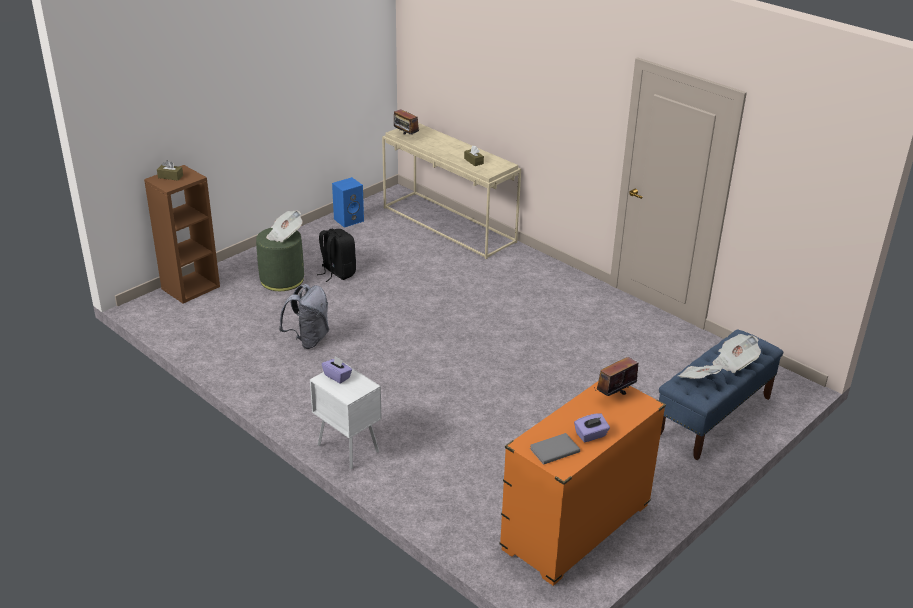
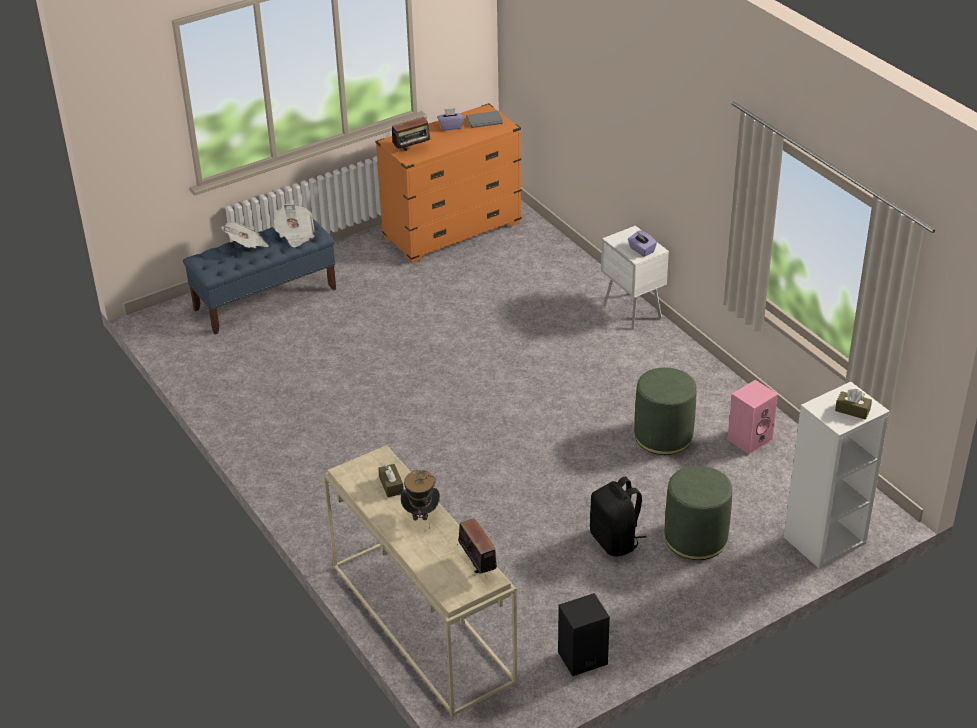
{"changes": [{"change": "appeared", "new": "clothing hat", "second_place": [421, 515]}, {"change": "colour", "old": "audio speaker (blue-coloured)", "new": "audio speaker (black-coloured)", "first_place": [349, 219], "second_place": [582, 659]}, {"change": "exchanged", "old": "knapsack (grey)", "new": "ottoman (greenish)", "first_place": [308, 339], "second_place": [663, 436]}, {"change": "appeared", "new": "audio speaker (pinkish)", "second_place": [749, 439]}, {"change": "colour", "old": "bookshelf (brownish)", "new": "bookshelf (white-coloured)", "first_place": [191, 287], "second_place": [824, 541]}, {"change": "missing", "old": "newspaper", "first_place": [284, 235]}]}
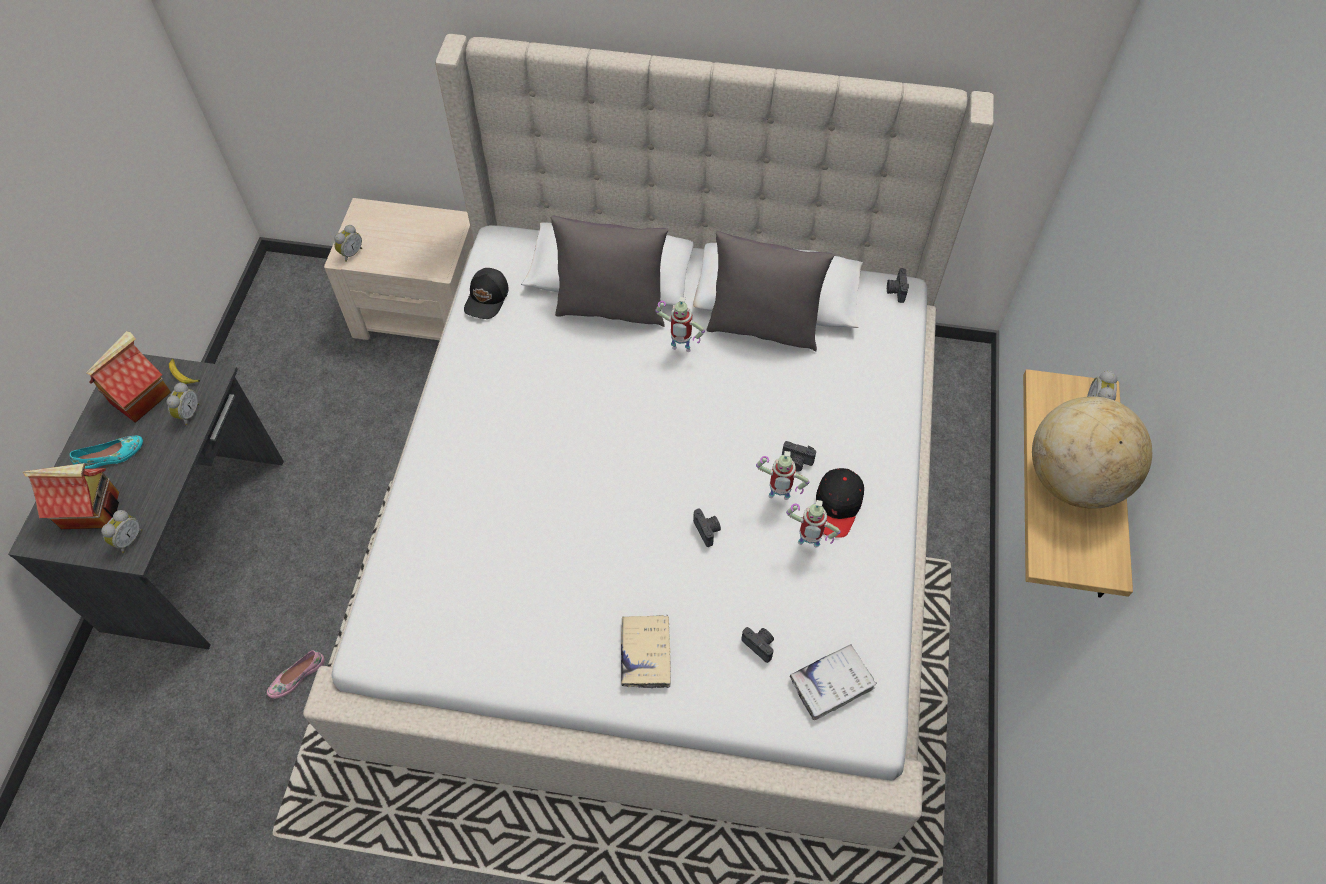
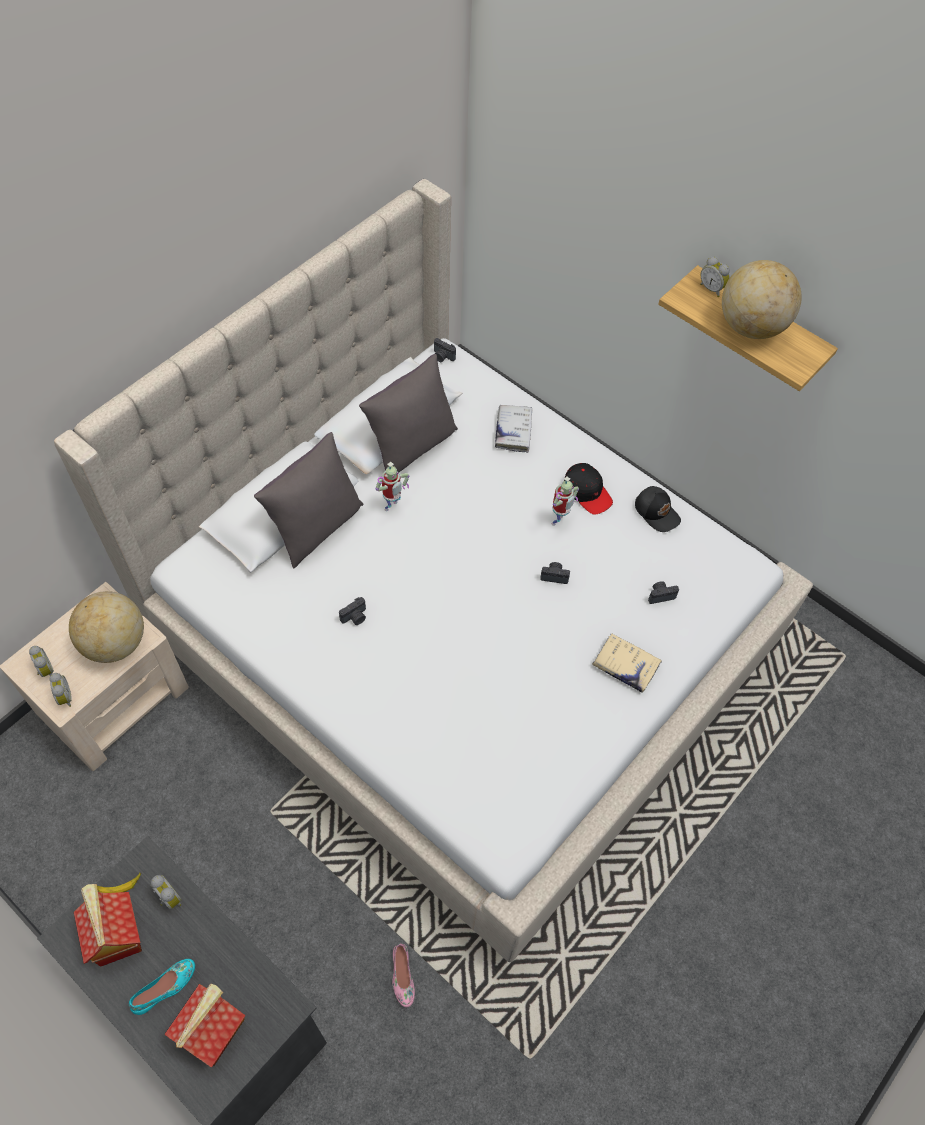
{"changes": [{"change": "relocated", "old": "table clock", "first_place": [128, 539], "second_place": [45, 670]}, {"change": "appeared", "new": "desk globe", "second_place": [115, 643]}, {"change": "spun", "old": "low shoe (blue-green)", "first_place": [111, 456], "second_place": [165, 988], "degrees": 45}, {"change": "relocated", "old": "still camera", "first_place": [796, 462], "second_place": [355, 617]}, {"change": "relocated", "old": "volume (white-coloured)", "first_place": [831, 684], "second_place": [513, 431]}, {"change": "relocated", "old": "peaked cap (black-coloured)", "first_place": [487, 298], "second_place": [657, 512]}, {"change": "missing", "old": "toy robot", "first_place": [807, 546]}]}
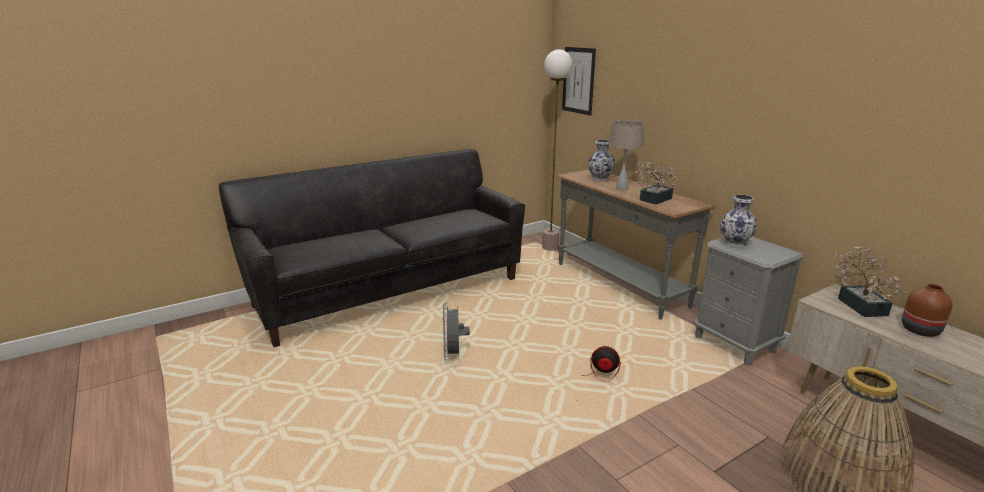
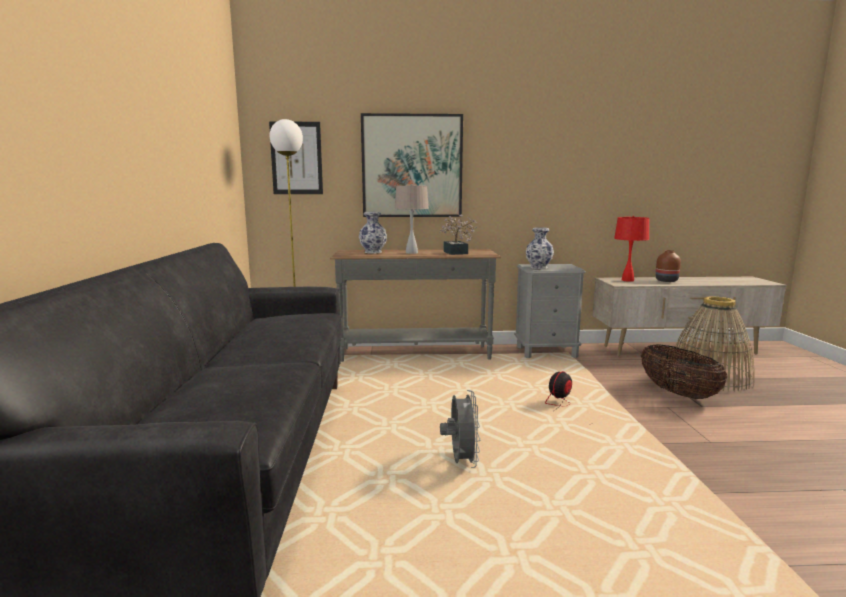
{"changes": [{"change": "appeared", "new": "picture", "second_place": [412, 166]}, {"change": "spun", "old": "electric fan (grey)", "first_place": [454, 355], "second_place": [461, 462], "degrees": -120}, {"change": "exchanged", "old": "plant in a pot", "new": "table lamp (red)", "first_place": [859, 304], "second_place": [628, 280]}, {"change": "appeared", "new": "storage basket", "second_place": [678, 393]}]}
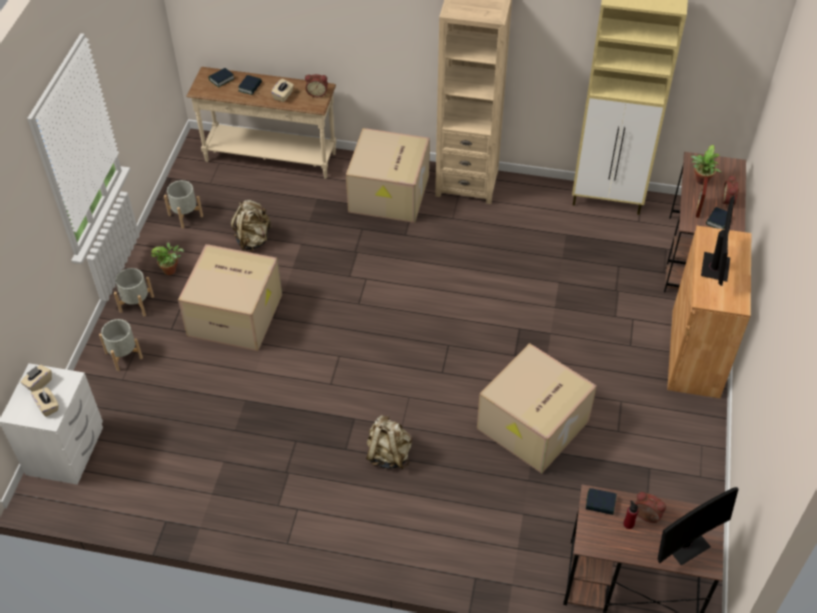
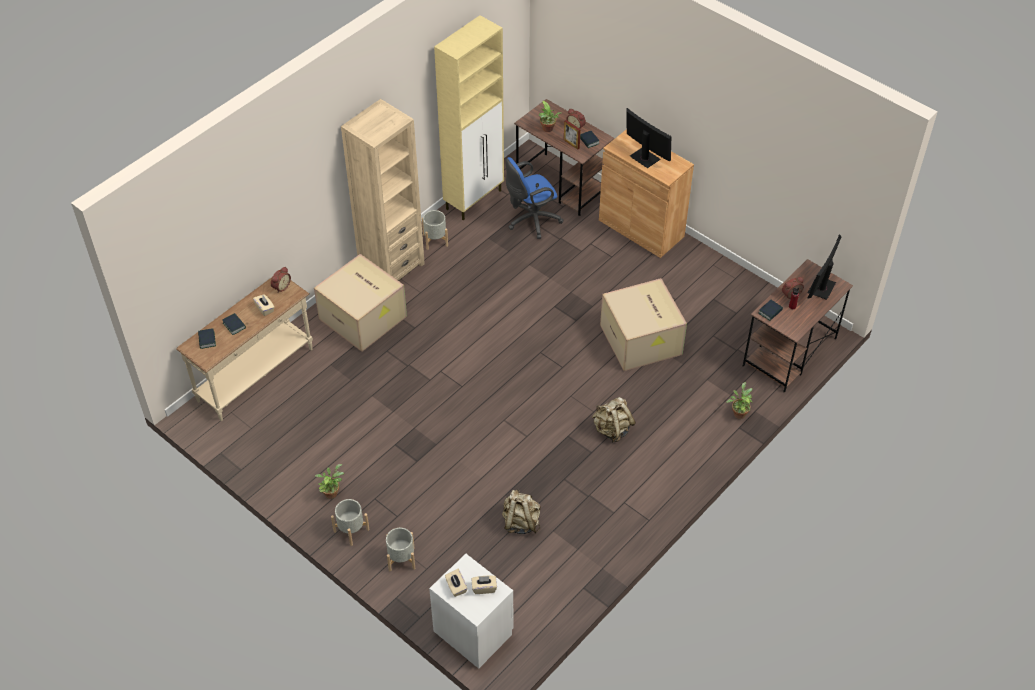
{"changes": [{"change": "relocated", "old": "flower pot (grey)", "first_place": [185, 215], "second_place": [435, 240]}, {"change": "relocated", "old": "knapsack (beige-coloured)", "first_place": [253, 239], "second_place": [521, 522]}, {"change": "appeared", "new": "computer chair (blue-coloured)", "second_place": [531, 220]}, {"change": "appeared", "new": "plant in a pot", "second_place": [738, 413]}, {"change": "spun", "old": "computer screen", "first_place": [686, 544], "second_place": [821, 288], "degrees": -150}, {"change": "missing", "old": "packing box", "first_place": [236, 314]}]}
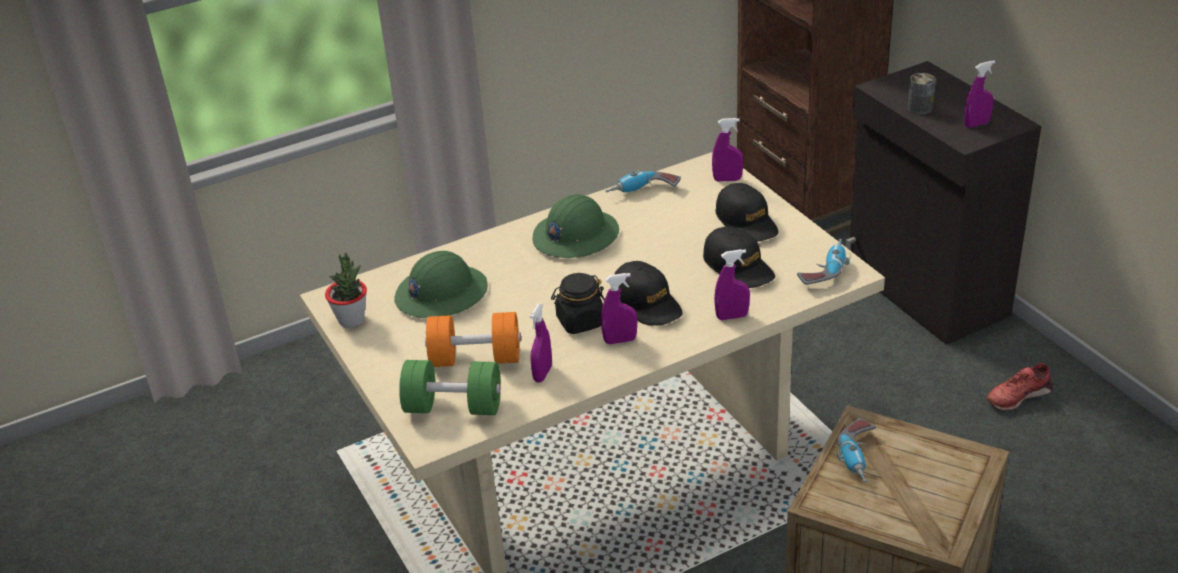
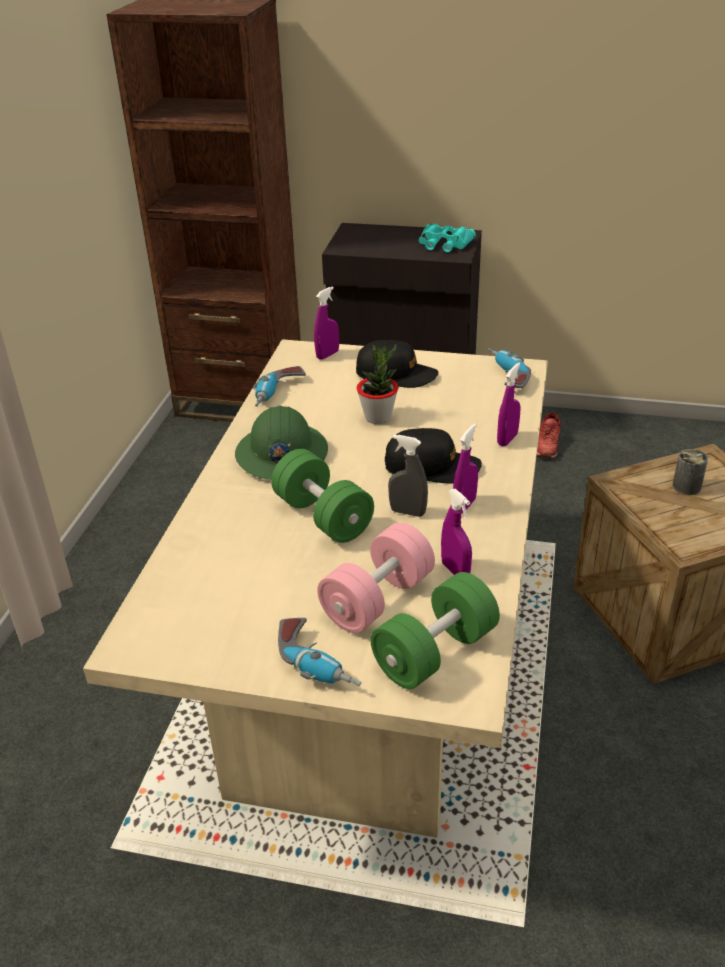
{"changes": [{"change": "appeared", "new": "free weight (greenish)", "second_place": [323, 516]}, {"change": "relocated", "old": "electric drill", "first_place": [860, 458], "second_place": [318, 663]}, {"change": "colour", "old": "free weight (orangey)", "new": "free weight (pinkish)", "first_place": [475, 359], "second_place": [377, 599]}, {"change": "relocated", "old": "plant in a pot", "first_place": [351, 320], "second_place": [378, 417]}, {"change": "exchanged", "old": "preserve jar (black-coloured)", "new": "hand sprayer (grey)", "first_place": [580, 321], "second_place": [407, 512]}, {"change": "exchanged", "old": "hand sprayer (purple)", "new": "field glasses (blue-green)", "first_place": [976, 124], "second_place": [444, 244]}, {"change": "relocated", "old": "metal can", "first_place": [920, 108], "second_place": [686, 487]}, {"change": "missing", "old": "work helmet (greenish)", "first_place": [441, 294]}, {"change": "missing", "old": "peaked cap (black-coloured)", "first_place": [738, 267]}]}
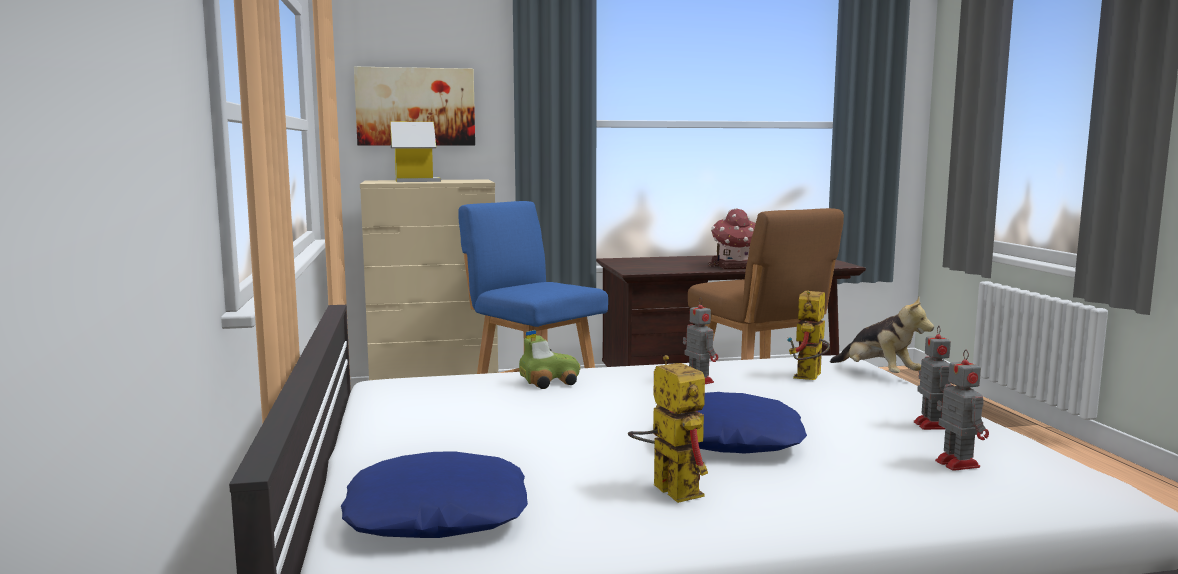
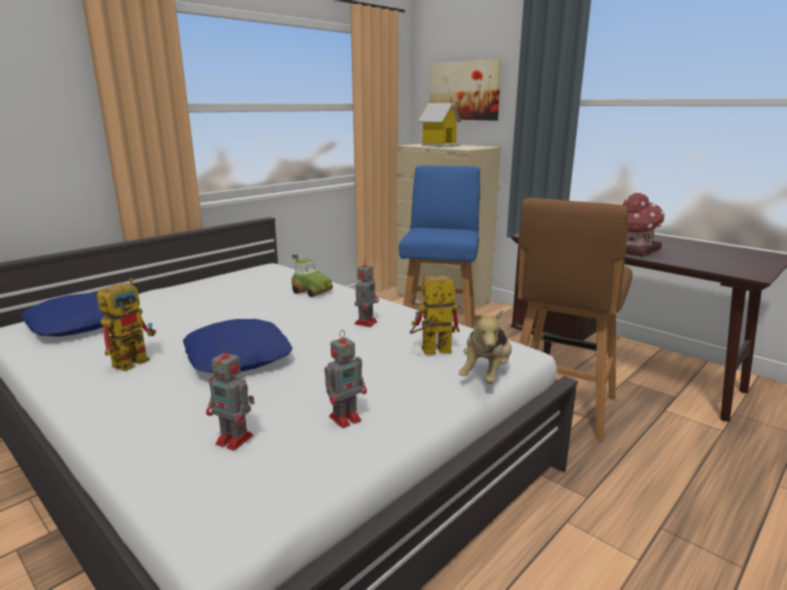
{"changes": [{"change": "spun", "old": "toy robot", "first_place": [956, 463], "second_place": [236, 440], "degrees": 75}]}
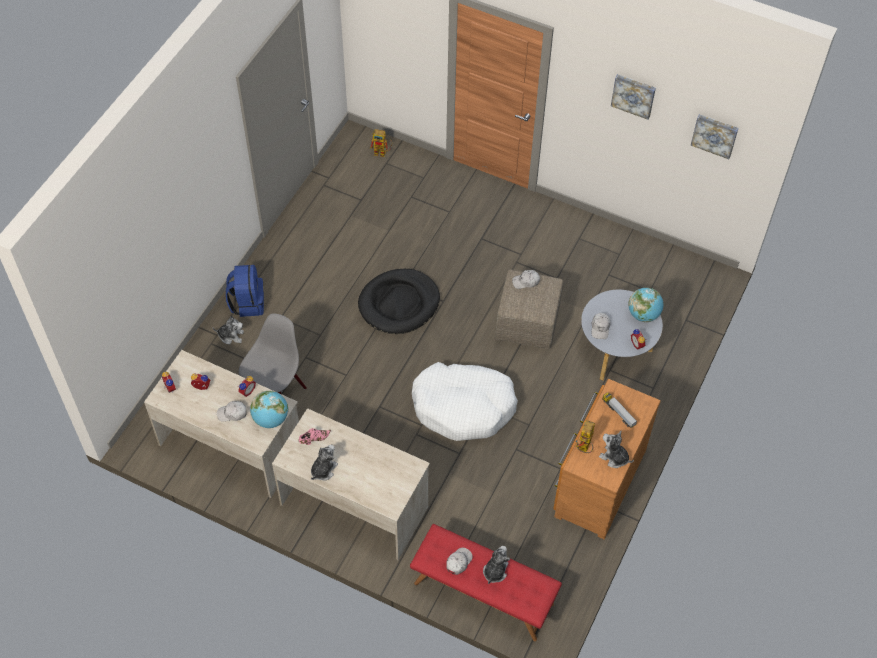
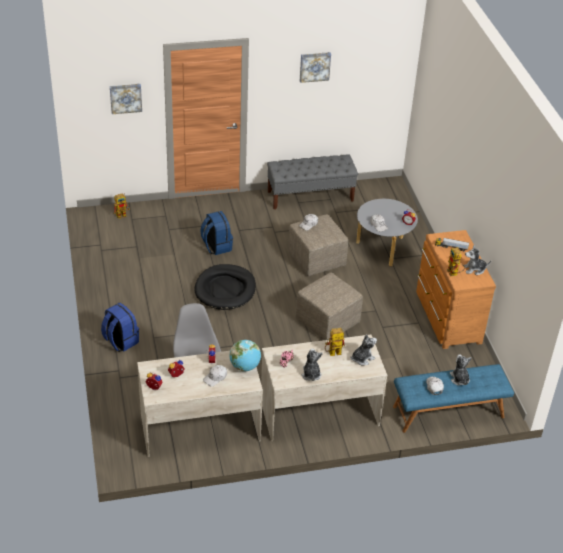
{"changes": [{"change": "relocated", "old": "picture", "first_place": [715, 135], "second_place": [125, 98]}, {"change": "appeared", "new": "knapsack (blue-coloured)", "second_place": [216, 246]}, {"change": "appeared", "new": "indoor bench (grey)", "second_place": [310, 196]}, {"change": "exchanged", "old": "pet bed (white-coloured)", "new": "ottoman (beige-coloured)", "first_place": [463, 407], "second_place": [327, 322]}, {"change": "appeared", "new": "toy robot", "second_place": [332, 354]}, {"change": "relocated", "old": "cuddly toy", "first_place": [231, 336], "second_place": [362, 358]}, {"change": "colour", "old": "indoor bench (red)", "new": "indoor bench (blue-coloured)", "first_place": [483, 594], "second_place": [448, 412]}, {"change": "missing", "old": "desk globe", "first_place": [643, 314]}]}
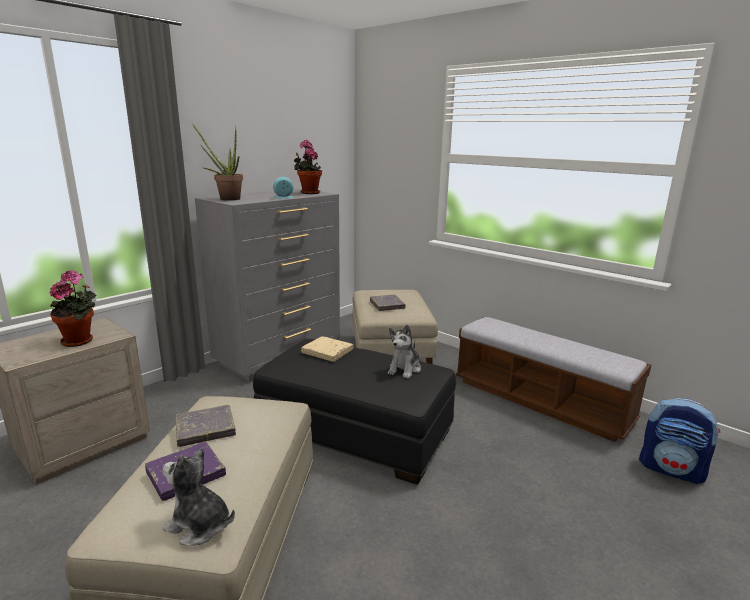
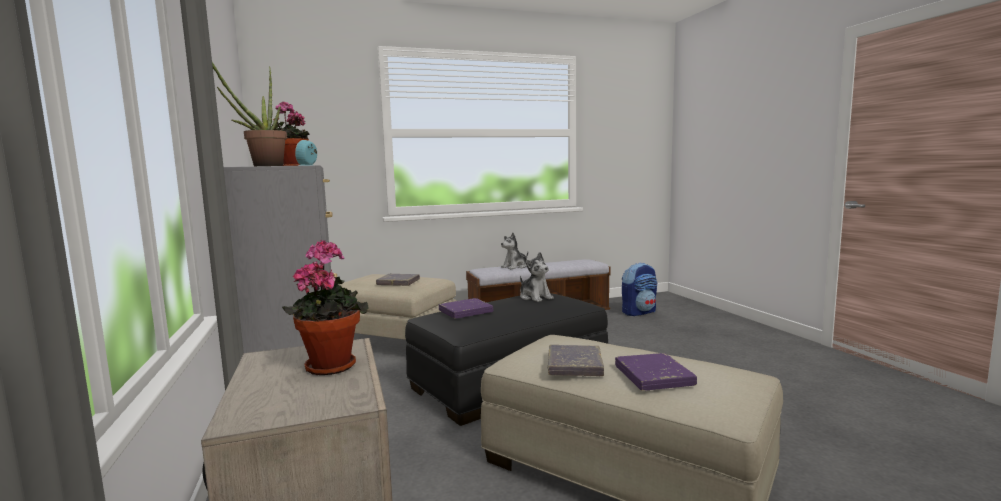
{"changes": [{"change": "colour", "old": "volume (beige-coloured)", "new": "volume (purple)", "first_place": [327, 352], "second_place": [465, 312]}, {"change": "relocated", "old": "cuddly toy", "first_place": [199, 526], "second_place": [515, 267]}]}
